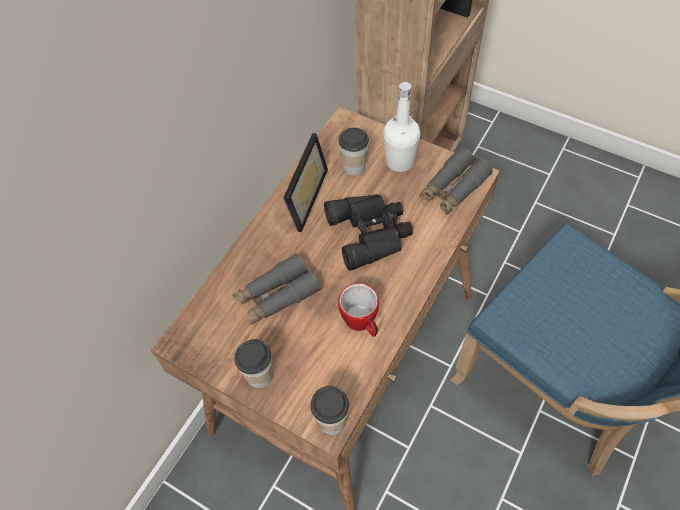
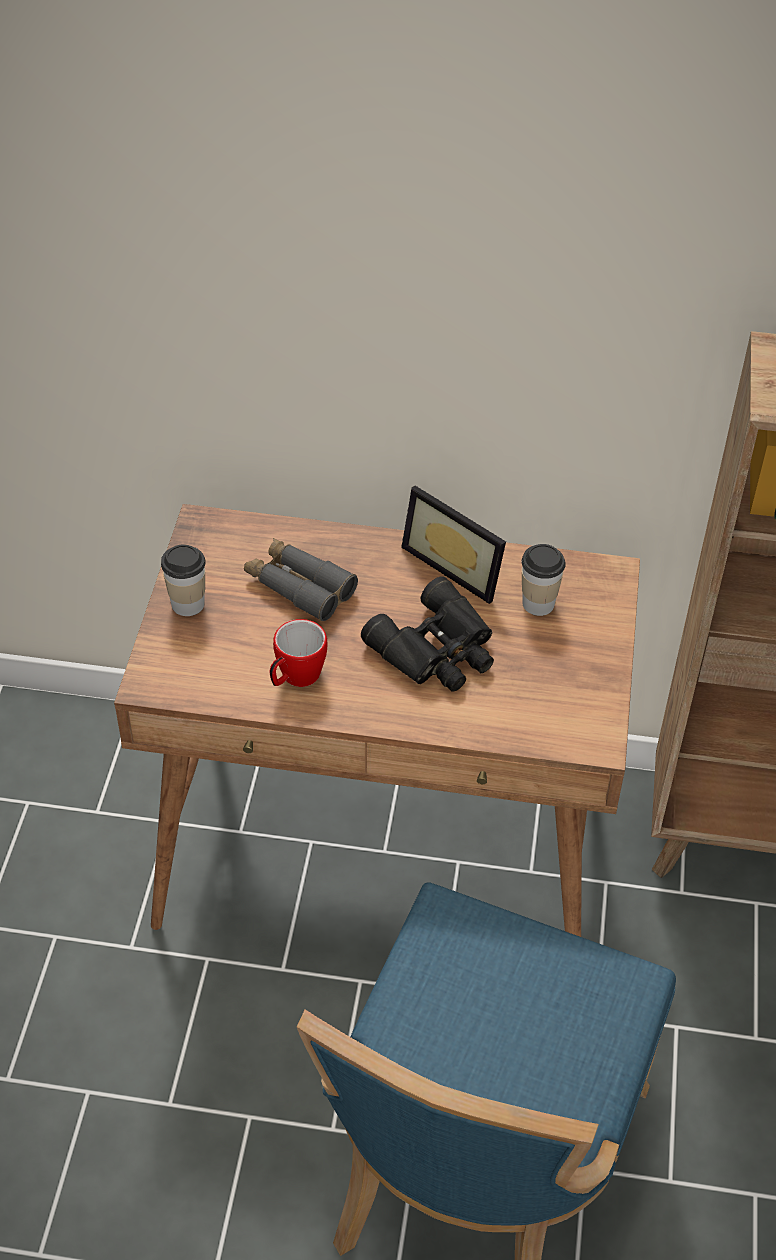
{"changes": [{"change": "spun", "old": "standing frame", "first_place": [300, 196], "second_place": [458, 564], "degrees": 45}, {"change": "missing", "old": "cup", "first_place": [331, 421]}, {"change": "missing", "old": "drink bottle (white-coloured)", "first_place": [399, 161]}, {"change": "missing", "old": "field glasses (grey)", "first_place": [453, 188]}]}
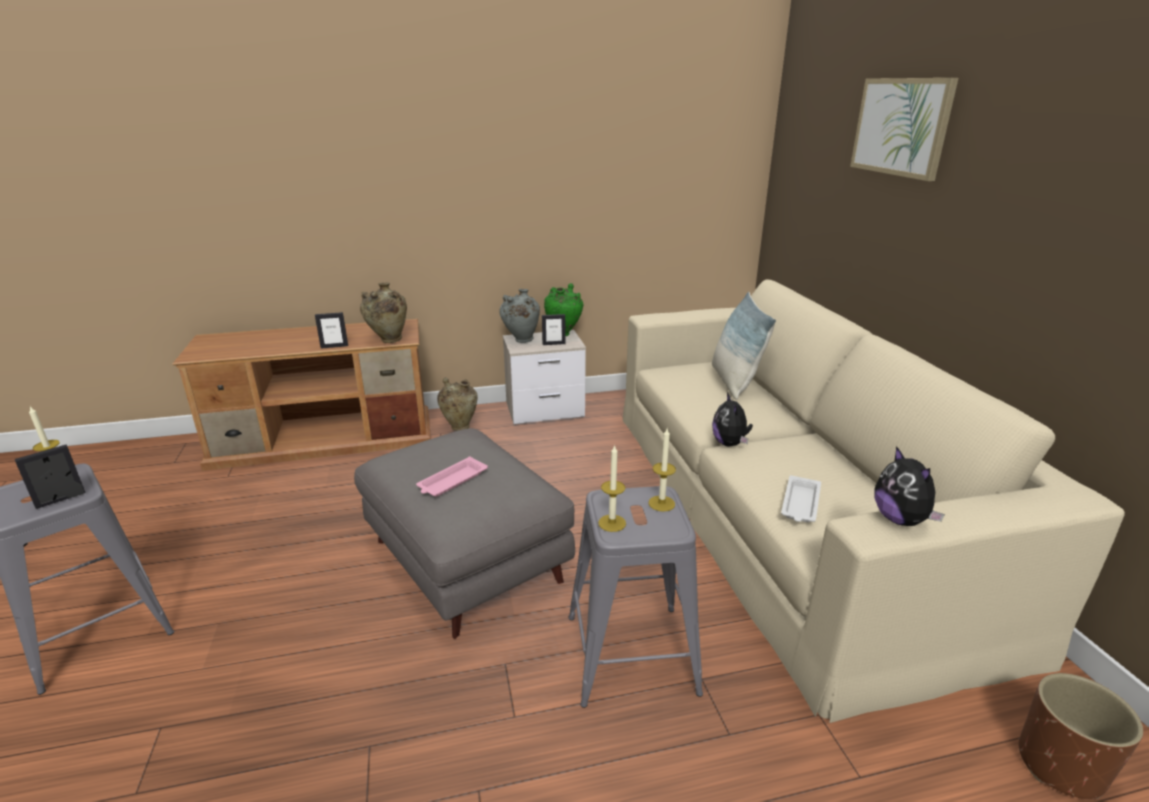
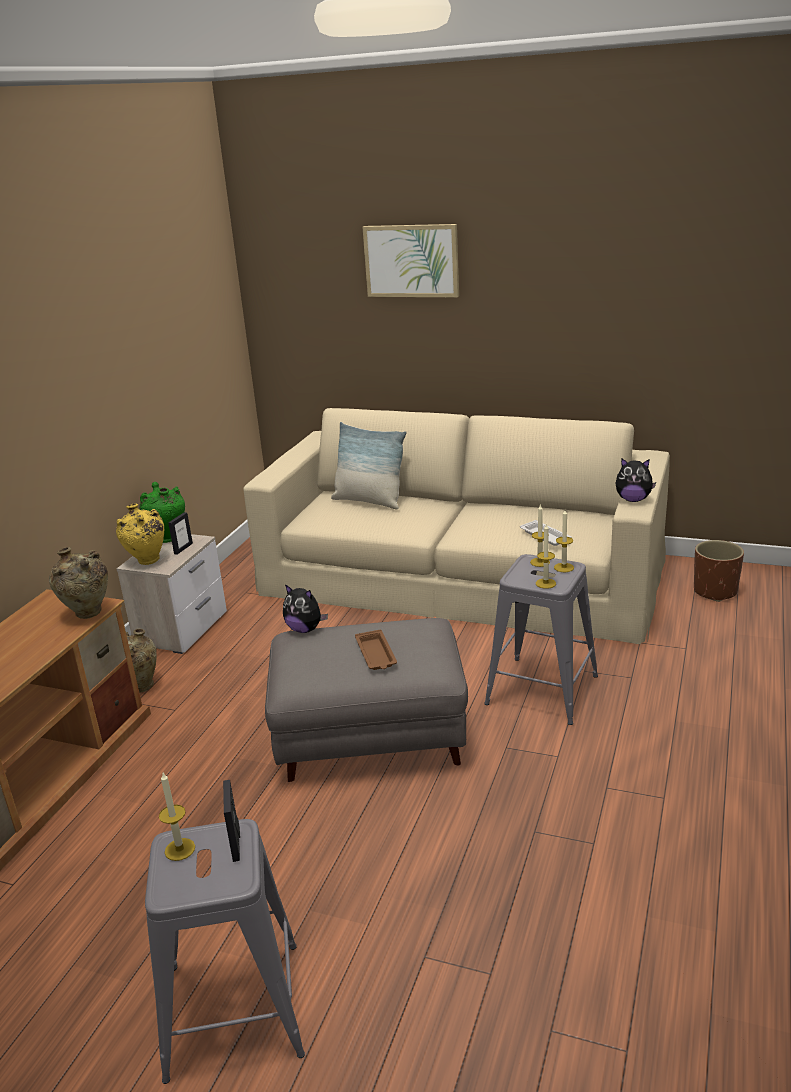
{"changes": [{"change": "colour", "old": "flower vase (grey)", "new": "flower vase (yellow)", "first_place": [521, 340], "second_place": [147, 562]}, {"change": "relocated", "old": "cuddly toy", "first_place": [730, 444], "second_place": [305, 629]}, {"change": "colour", "old": "serving tray (pinkish)", "new": "serving tray (brownish)", "first_place": [452, 481], "second_place": [376, 654]}, {"change": "appeared", "new": "wax light", "second_place": [564, 567]}, {"change": "missing", "old": "standing frame", "first_place": [334, 346]}]}
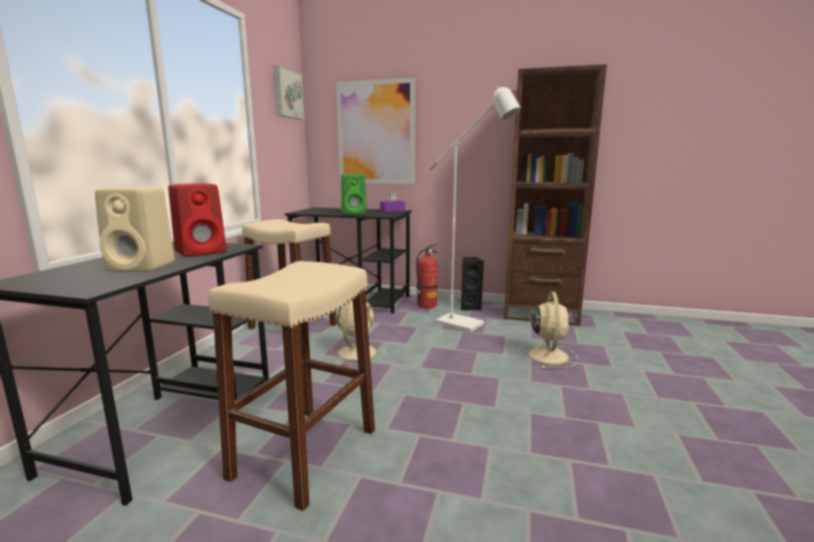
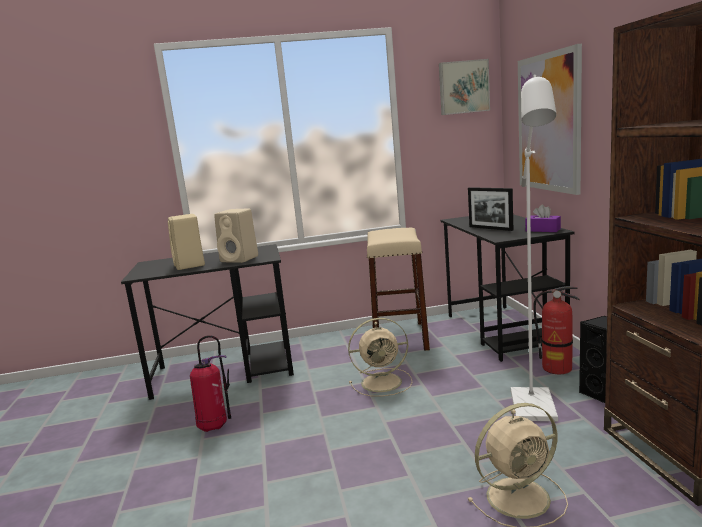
{"changes": [{"change": "exchanged", "old": "stool (beige-coloured)", "new": "extinguisher", "first_place": [305, 453], "second_place": [215, 426]}, {"change": "colour", "old": "audio speaker (red)", "new": "audio speaker (beige-coloured)", "first_place": [202, 252], "second_place": [240, 259]}, {"change": "exchanged", "old": "audio speaker (greenish)", "new": "standing frame", "first_place": [354, 213], "second_place": [490, 228]}]}
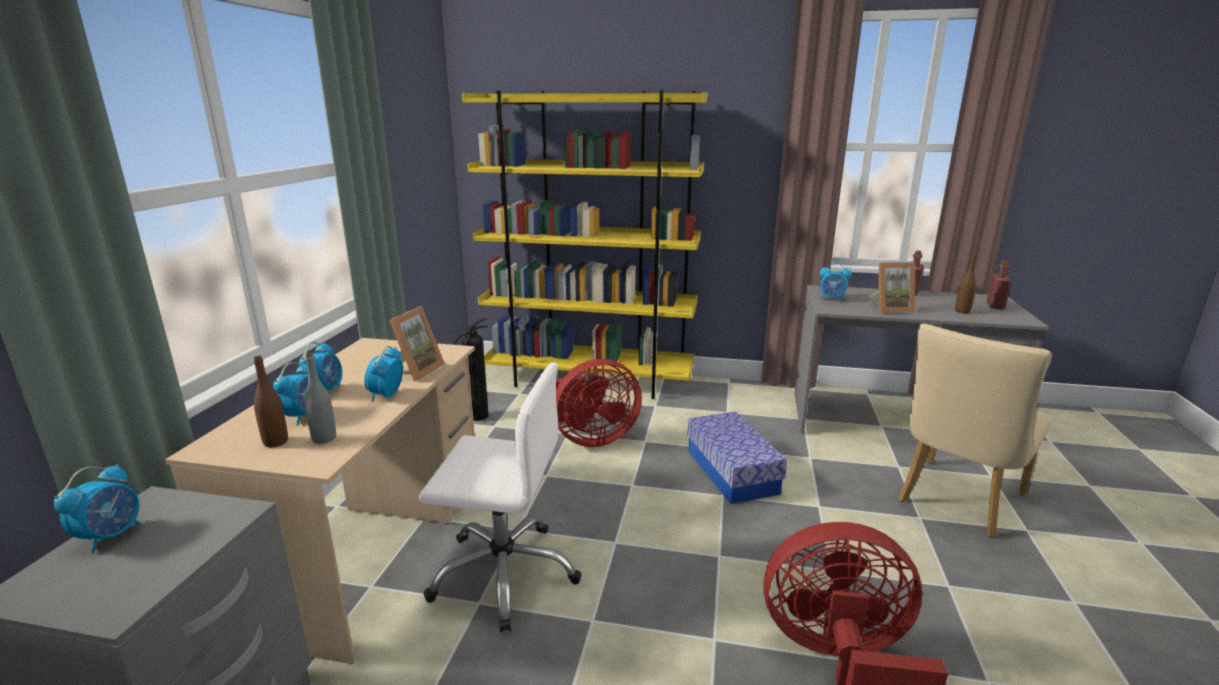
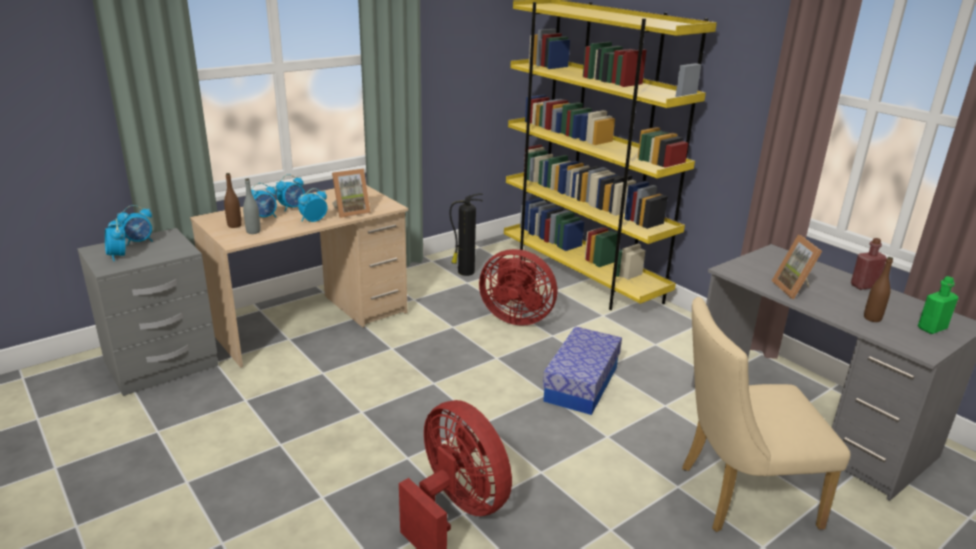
{"changes": [{"change": "relocated", "old": "table clock", "first_place": [832, 299], "second_place": [118, 256]}, {"change": "spun", "old": "standing frame", "first_place": [890, 308], "second_place": [795, 289], "degrees": 45}, {"change": "colour", "old": "drink bottle (red)", "new": "drink bottle (greenish)", "first_place": [995, 306], "second_place": [932, 328]}, {"change": "missing", "old": "computer chair (white-coloured)", "first_place": [504, 573]}]}
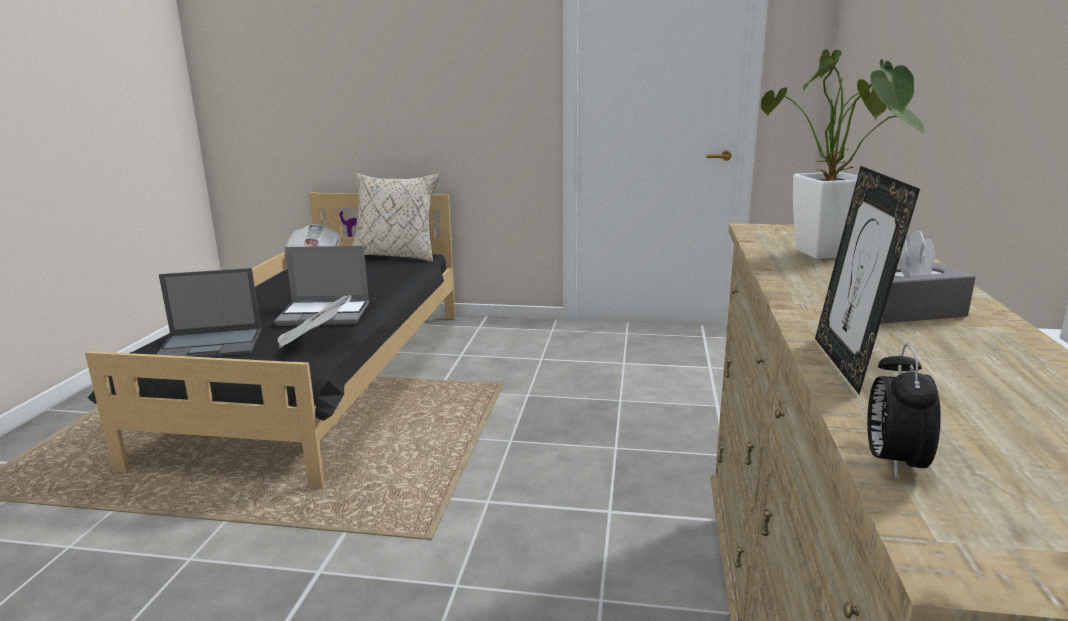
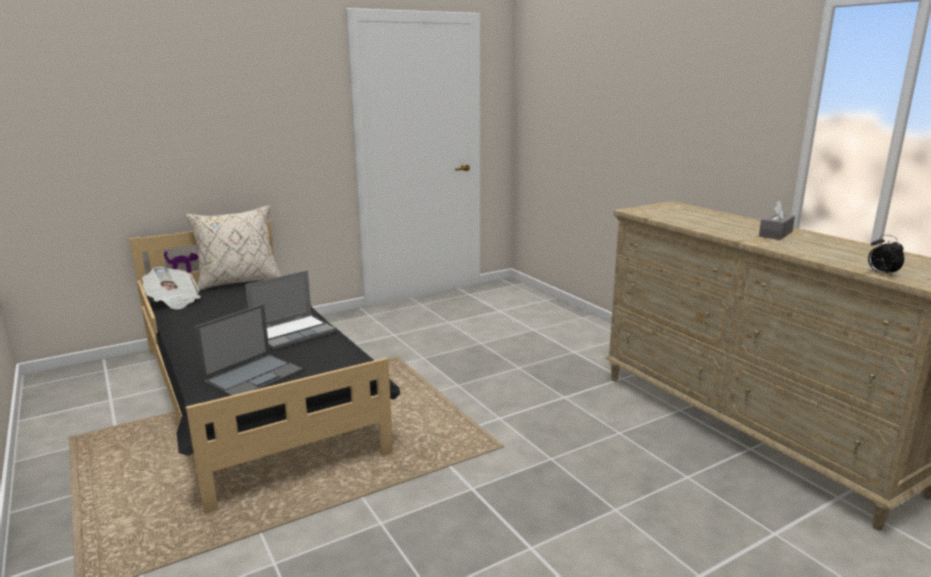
{"changes": [{"change": "missing", "old": "newspaper", "first_place": [314, 341]}, {"change": "missing", "old": "plant in a pot", "first_place": [828, 257]}, {"change": "missing", "old": "standing frame", "first_place": [847, 364]}]}
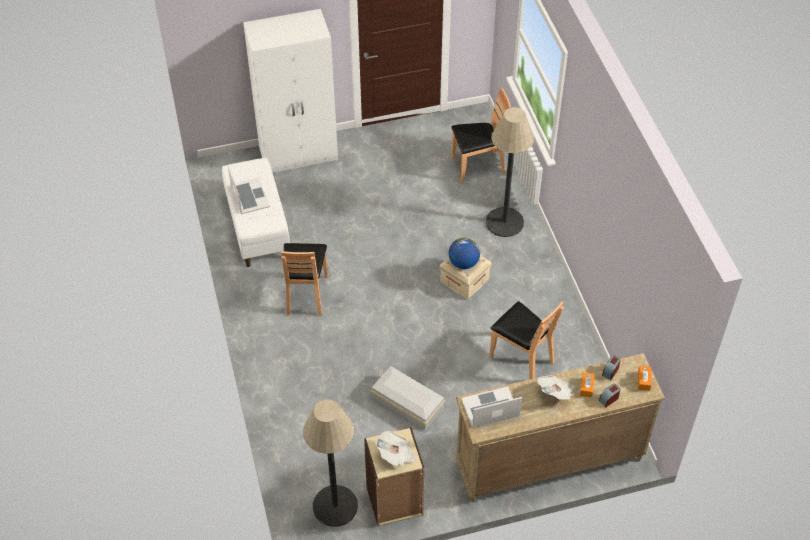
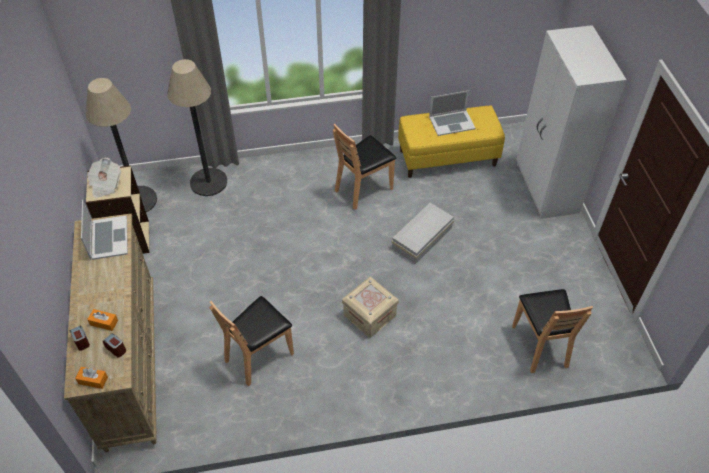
{"changes": [{"change": "relocated", "old": "standing lamp", "first_place": [504, 222], "second_place": [208, 182]}, {"change": "spun", "old": "upright chair (brownish)", "first_place": [306, 294], "second_place": [363, 189], "degrees": -45}, {"change": "relocated", "old": "storage container (white-coloured)", "first_place": [407, 401], "second_place": [423, 237]}, {"change": "colour", "old": "indoor bench (white-coloured)", "new": "indoor bench (yellow)", "first_place": [257, 227], "second_place": [448, 157]}, {"change": "missing", "old": "desk globe", "first_place": [463, 263]}, {"change": "missing", "old": "newspaper", "first_place": [556, 393]}]}
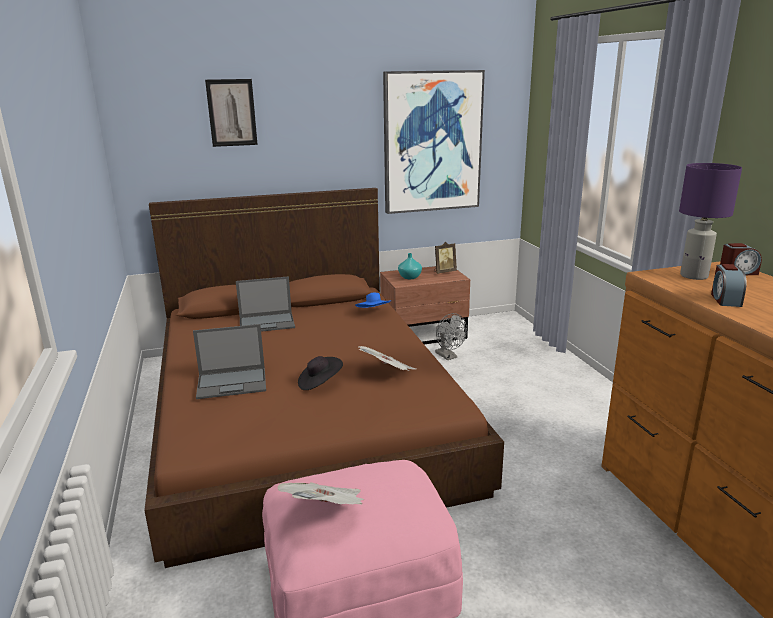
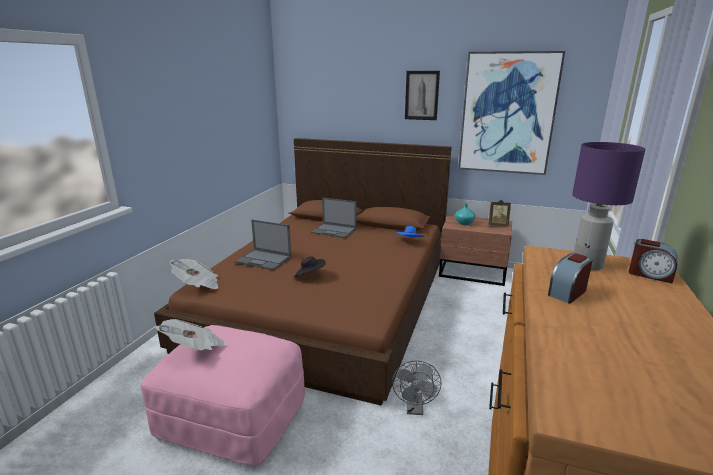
{"changes": [{"change": "relocated", "old": "newspaper", "first_place": [387, 373], "second_place": [197, 285]}, {"change": "relocated", "old": "electric fan (grey)", "first_place": [448, 356], "second_place": [415, 409]}, {"change": "relocated", "old": "picture", "first_place": [232, 113], "second_place": [421, 95]}]}
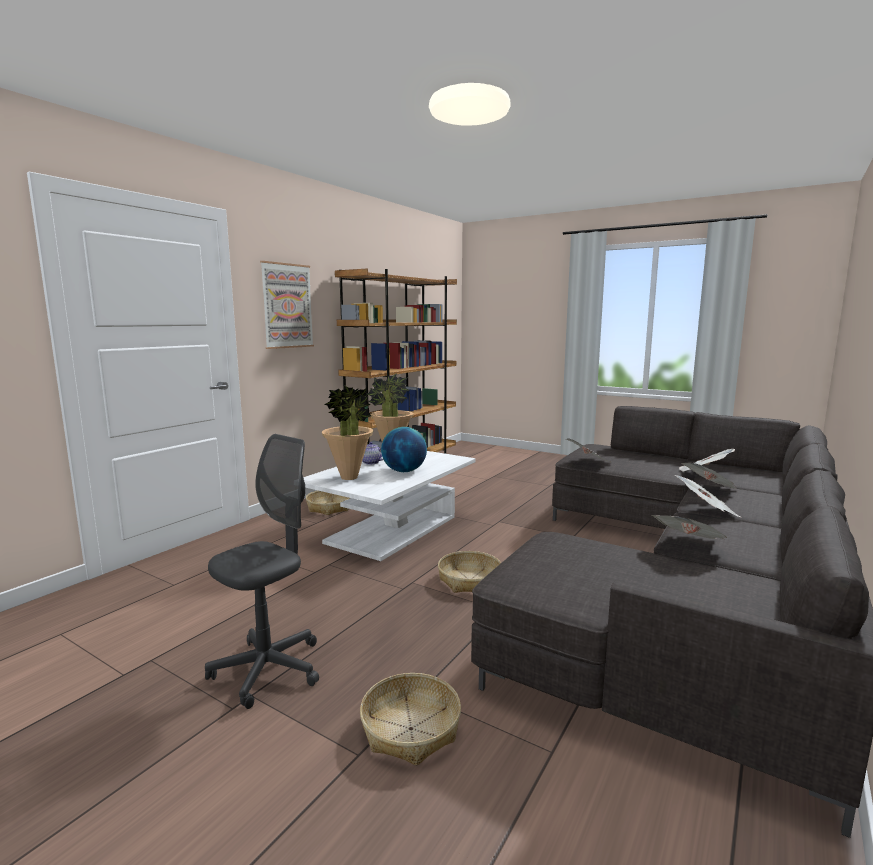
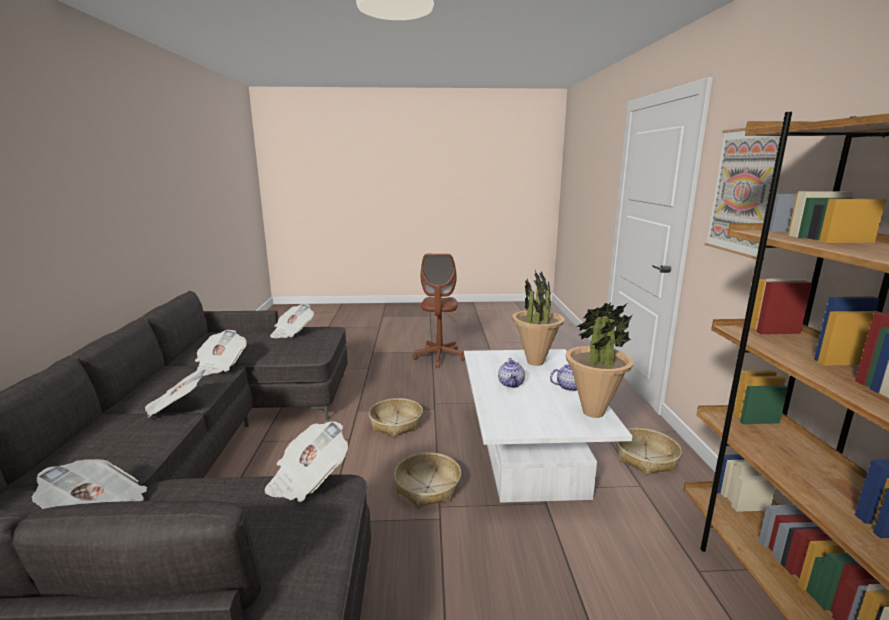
{"changes": [{"change": "relocated", "old": "newspaper", "first_place": [709, 489], "second_place": [292, 332]}, {"change": "relocated", "old": "storage basket", "first_place": [411, 729], "second_place": [427, 487]}, {"change": "colour", "old": "computer chair (grey)", "new": "computer chair (brownish)", "first_place": [268, 670], "second_place": [439, 357]}, {"change": "exchanged", "old": "desk globe", "new": "teapot", "first_place": [404, 471], "second_place": [511, 384]}]}
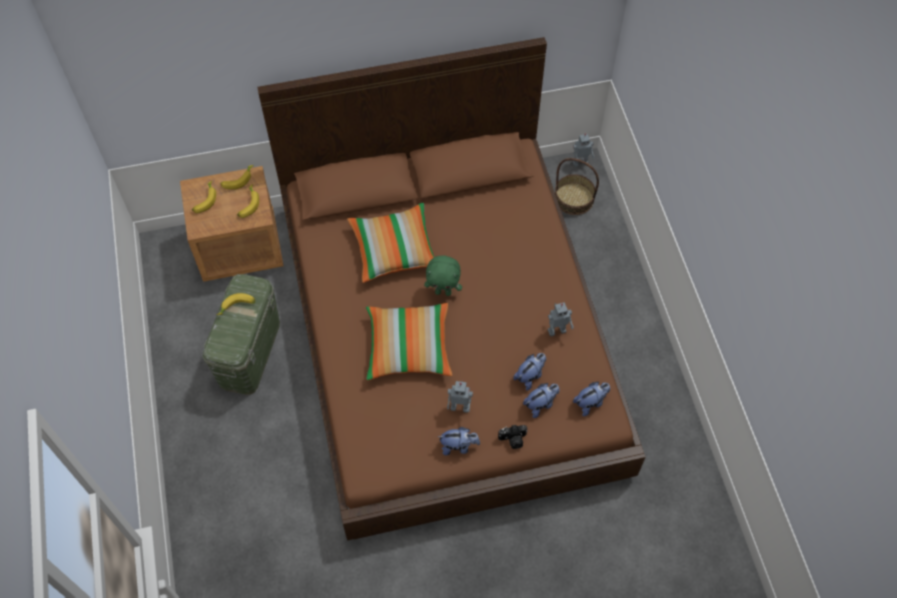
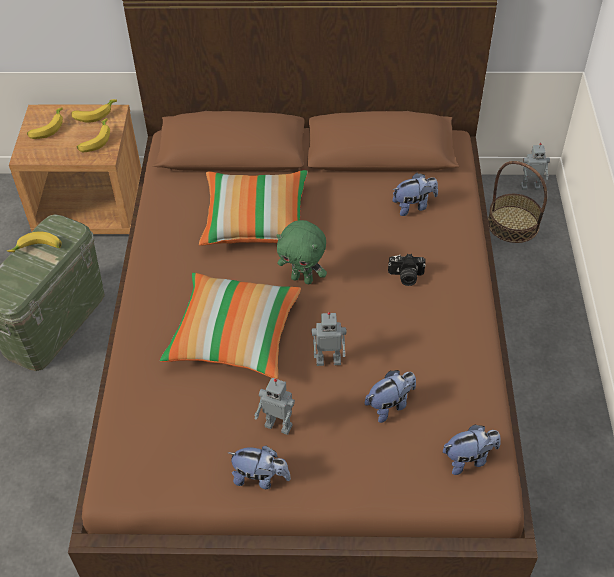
{"changes": [{"change": "relocated", "old": "toy robot", "first_place": [556, 330], "second_place": [328, 359]}, {"change": "relocated", "old": "still camera", "first_place": [513, 440], "second_place": [406, 277]}, {"change": "relocated", "old": "cuddly toy", "first_place": [541, 404], "second_place": [413, 206]}]}
